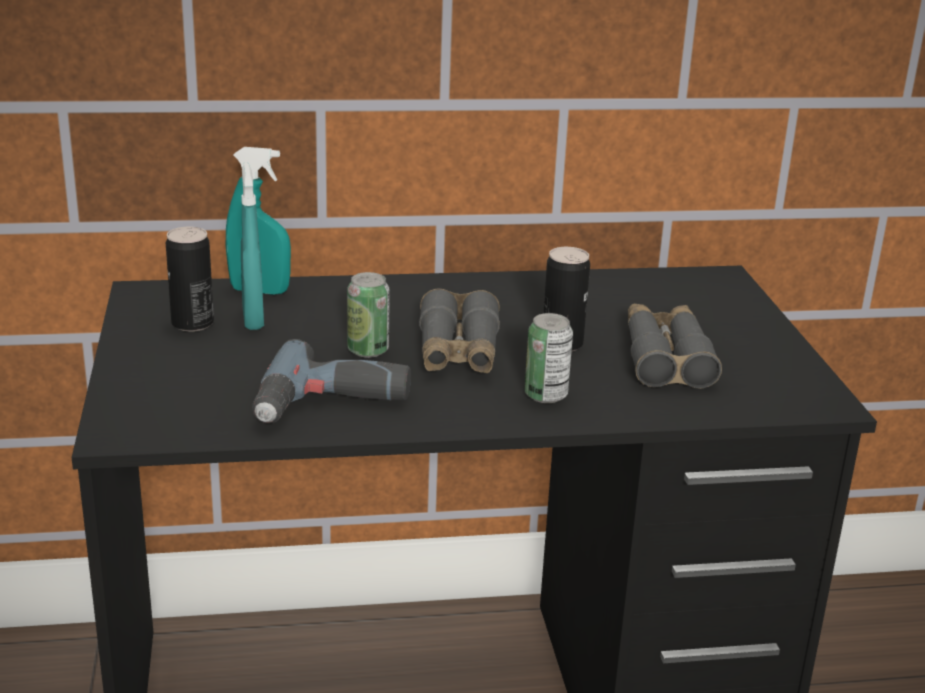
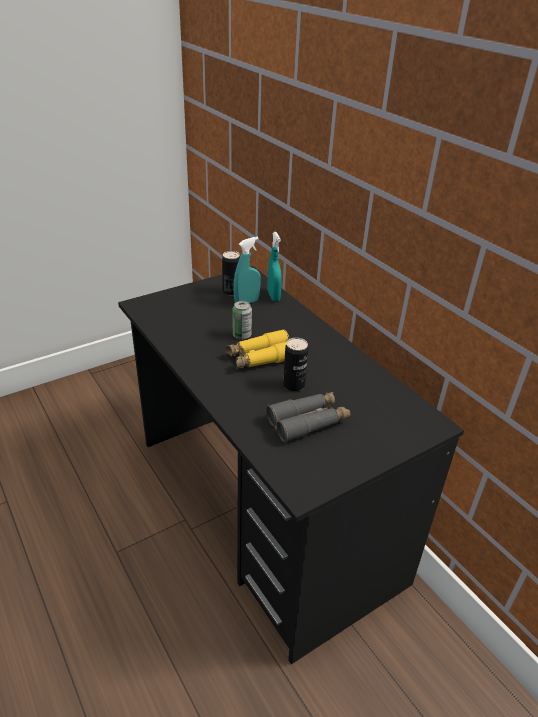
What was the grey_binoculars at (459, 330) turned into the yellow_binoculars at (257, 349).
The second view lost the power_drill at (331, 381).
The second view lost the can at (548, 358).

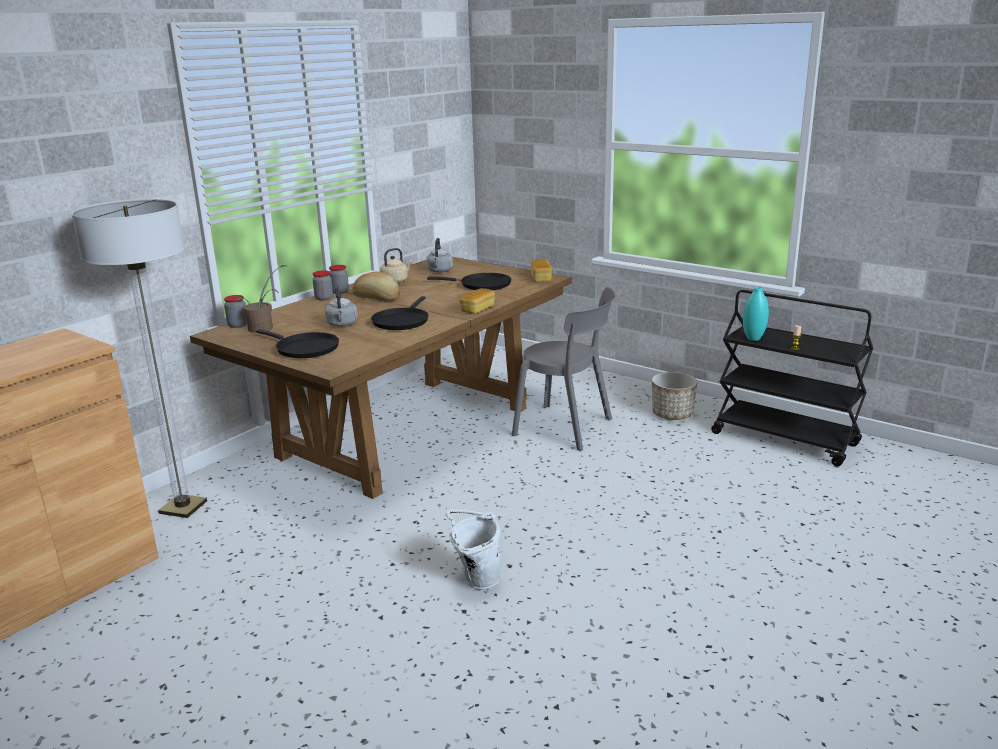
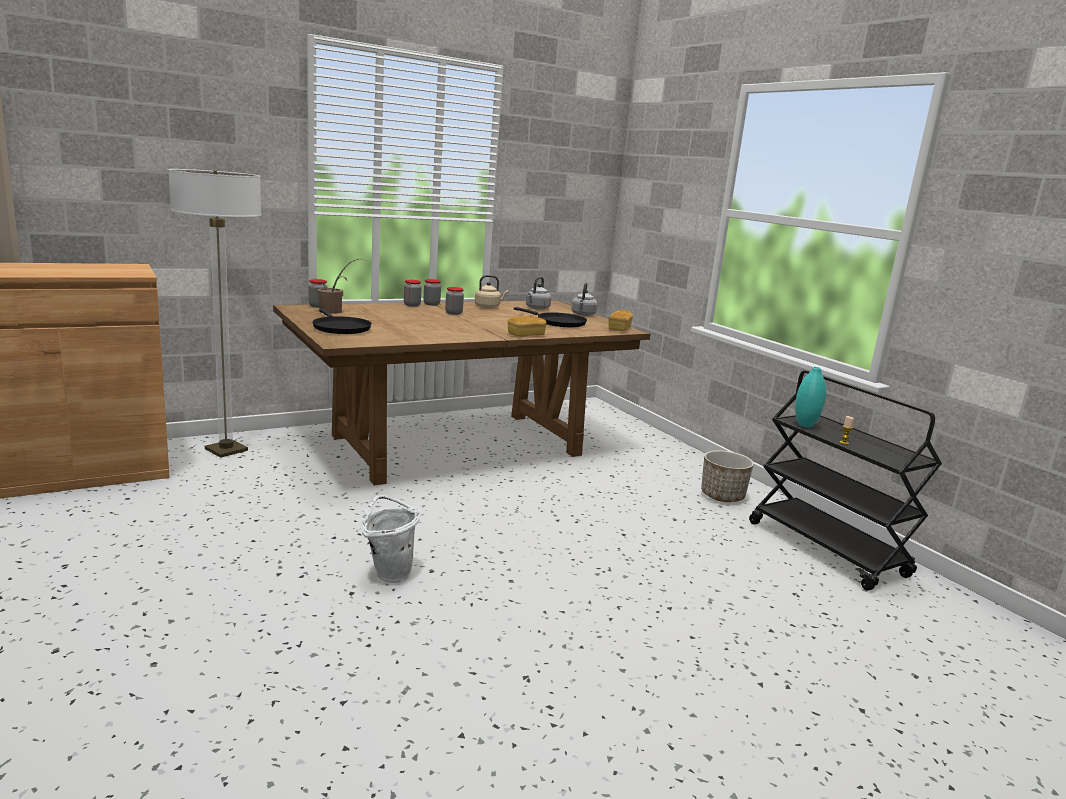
Where the bread stood at (376, 286), the jar came to stand at (454, 301).
The grey_kettle ended up elsewhere, having gone from (341, 306) to (584, 299).
The second view lost the black_frying_pan at (399, 313).
The second view lost the grey_chair at (563, 369).

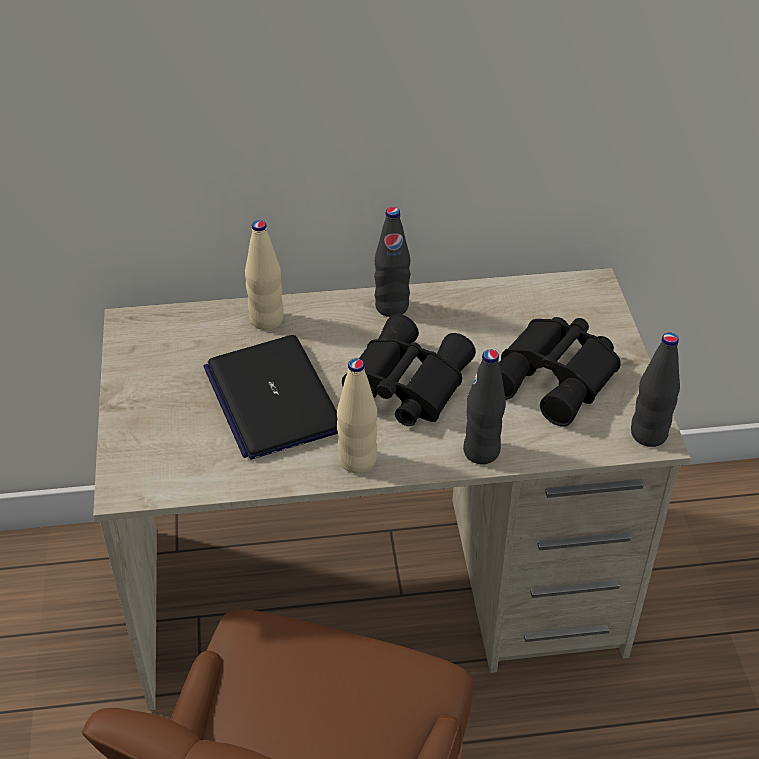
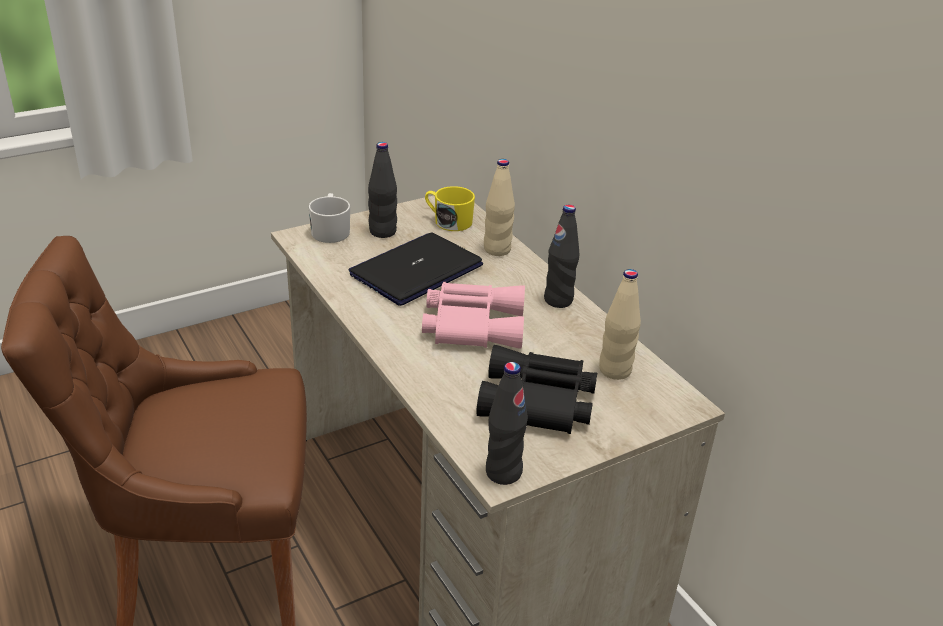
The second view gained the white_mug at (329, 218).
The black_bottle ended up elsewhere, having gone from (484, 406) to (382, 190).
What was the black_binoculars at (409, 370) turned into the pink_binoculars at (473, 315).
The second view gained the yellow_mug at (450, 208).
The beige_bottle ended up elsewhere, having gone from (357, 416) to (620, 324).

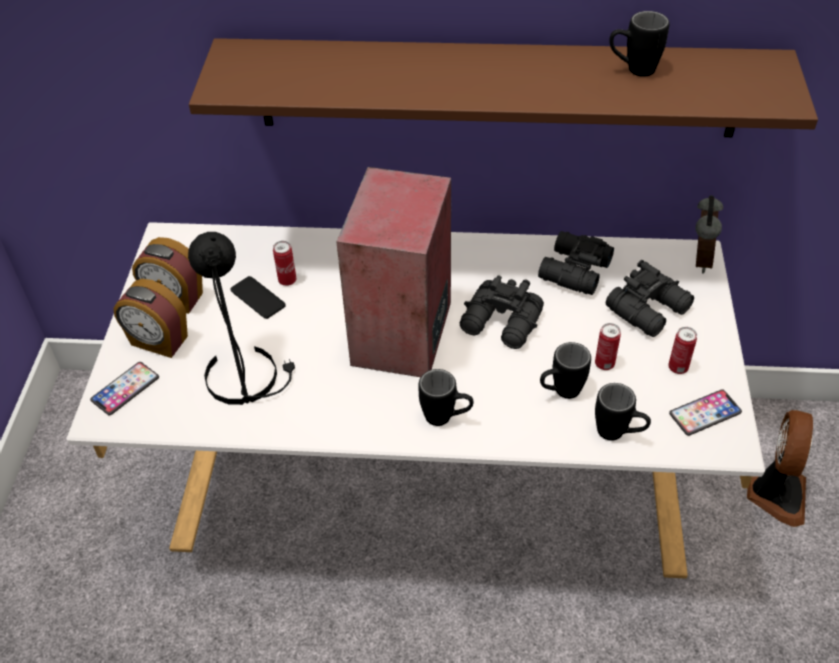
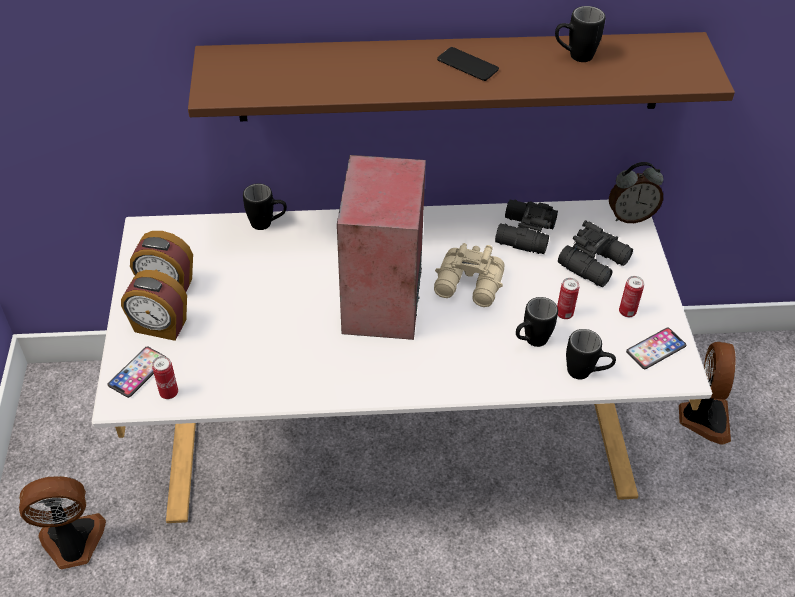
The second view gained the fan at (62, 522).
The can ended up elsewhere, having gone from (285, 263) to (165, 377).
The black_mug ended up elsewhere, having gone from (446, 397) to (265, 207).
What was the black_binoculars at (502, 312) turned into the beige_binoculars at (469, 275).
The phone ended up elsewhere, having gone from (258, 297) to (468, 64).
The alarm_clock at (709, 234) ended up facing another way, 75 degrees clockwise from before.
The second view lost the black_table_lamp at (241, 318).

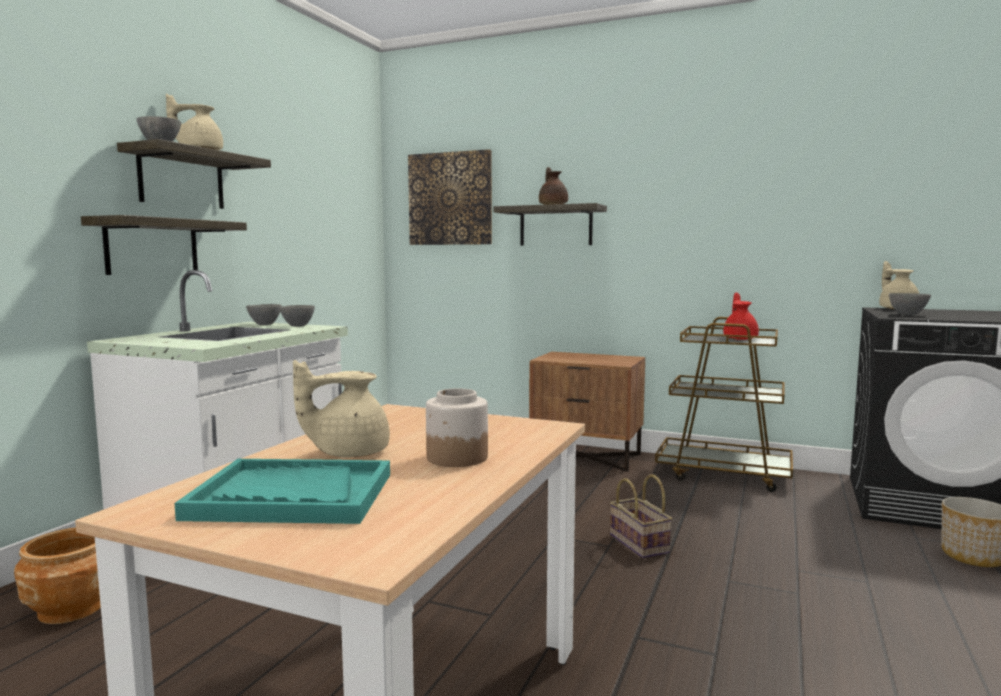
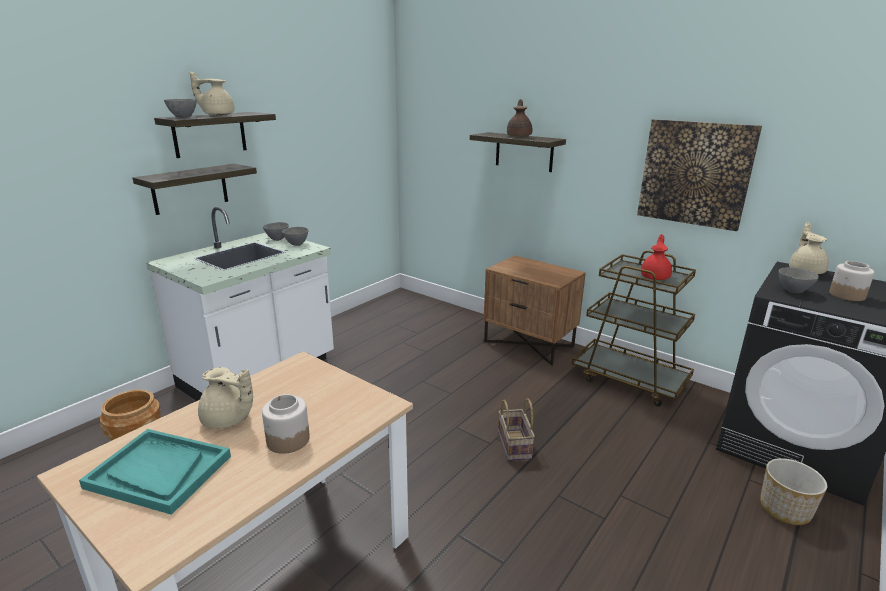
The beige_teapot at (341, 408) ended up facing another way, 150 degrees counterclockwise from before.
The picture ended up elsewhere, having gone from (450, 197) to (699, 175).
The second view gained the jar at (852, 281).

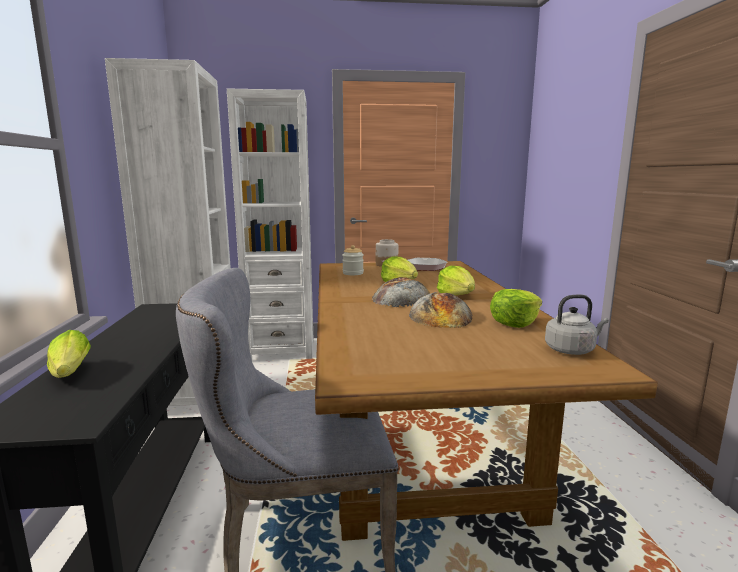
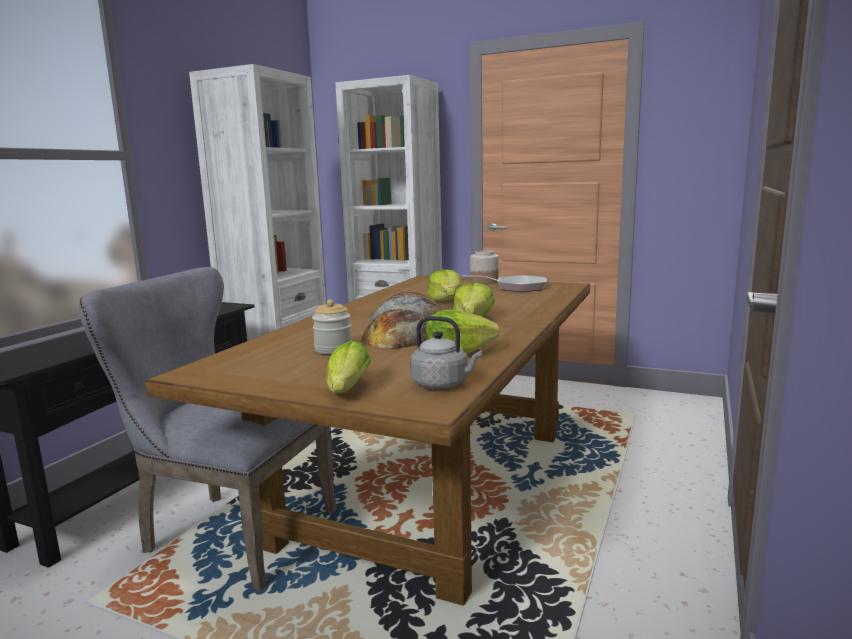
The jar ended up elsewhere, having gone from (353, 260) to (331, 326).
The lettuce ended up elsewhere, having gone from (69, 354) to (348, 366).

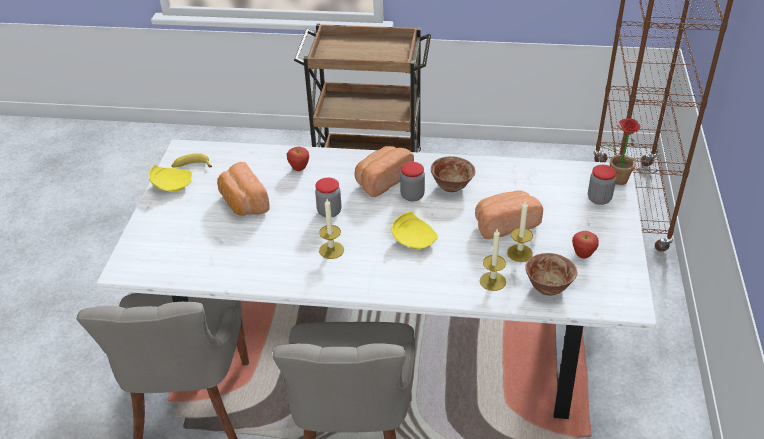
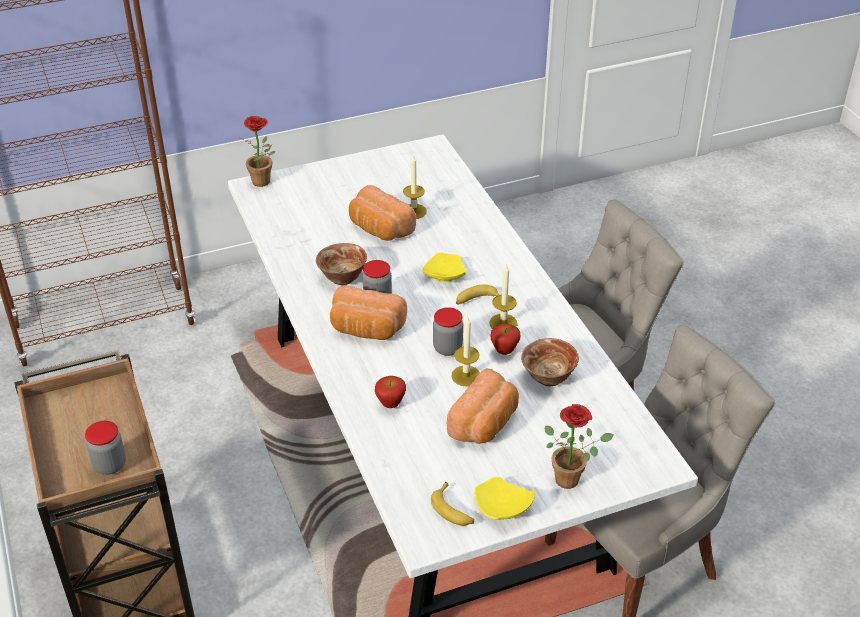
The jar ended up elsewhere, having gone from (602, 185) to (105, 448).
The candle ended up elsewhere, having gone from (493, 260) to (465, 351).
The second view gained the banana at (477, 295).
The apple ended up elsewhere, having gone from (585, 245) to (505, 339).
The bowl ended up elsewhere, having gone from (551, 274) to (550, 362).
The second view gained the potted_plant at (579, 446).

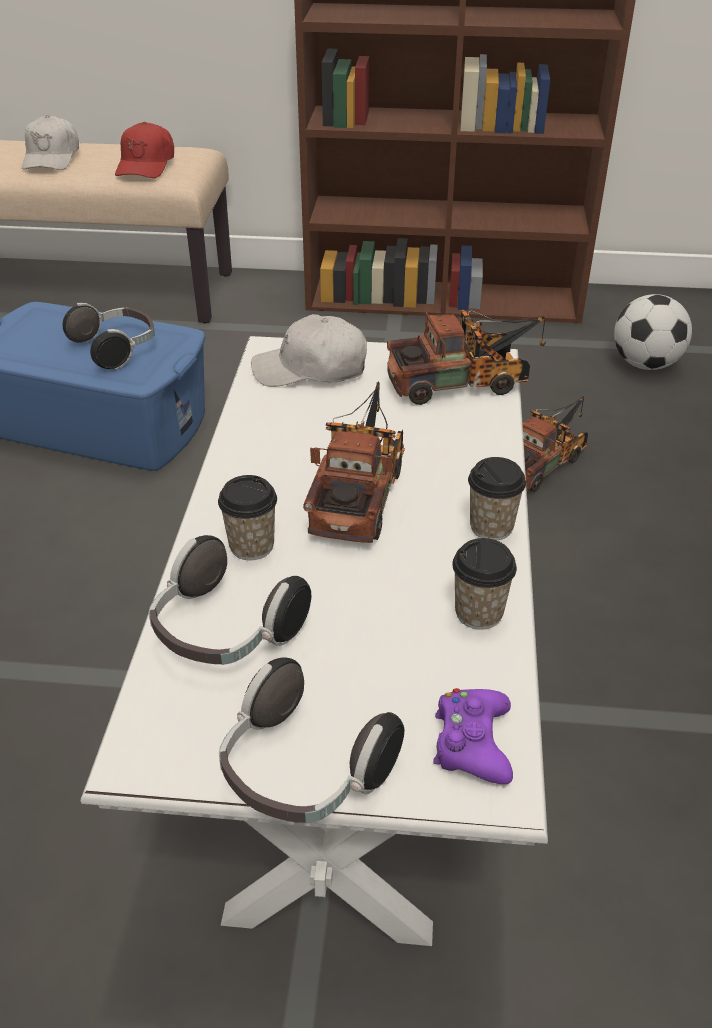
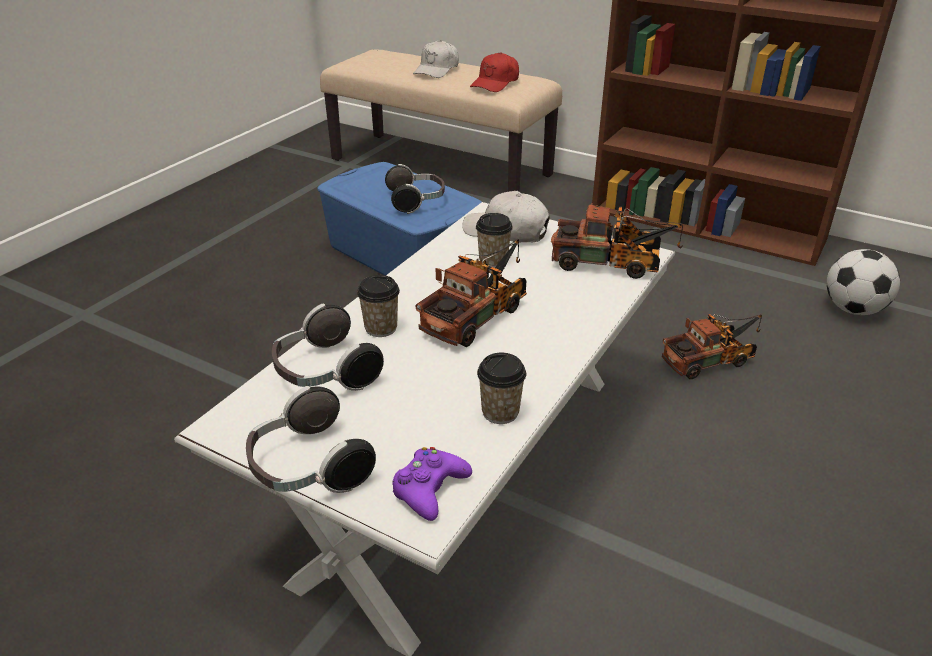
The cup ended up elsewhere, having gone from (497, 498) to (494, 240).

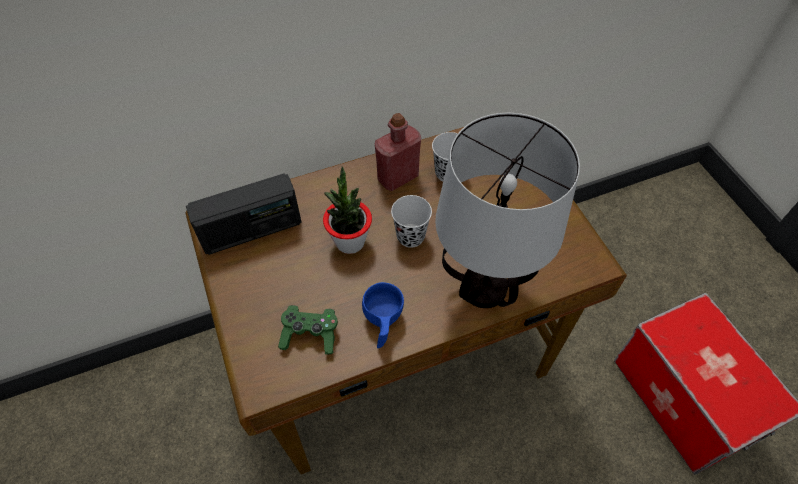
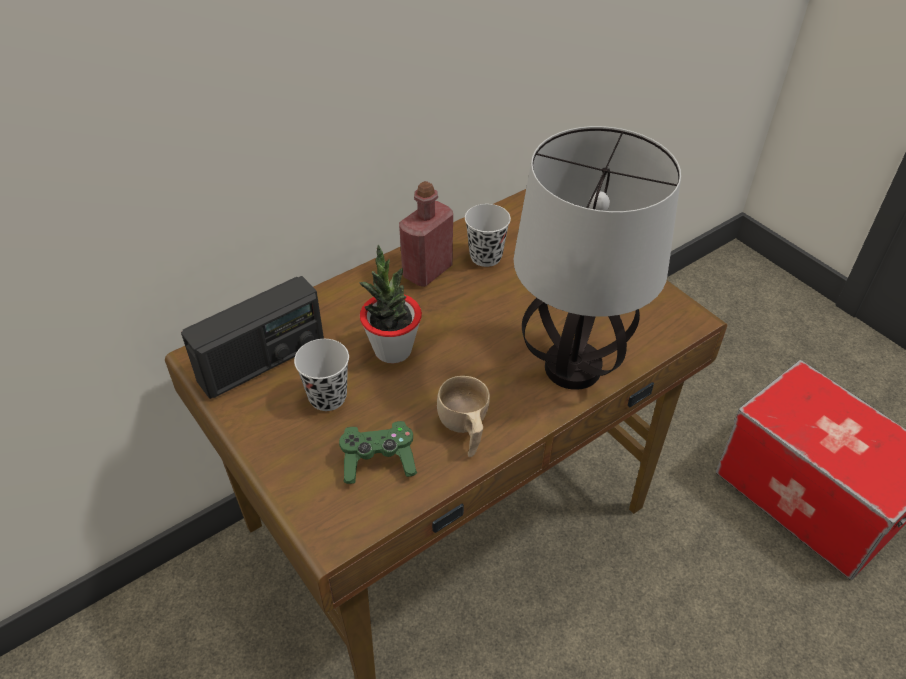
The black_cup ended up elsewhere, having gone from (411, 221) to (321, 375).
What was the blue_cup at (383, 315) turned into the beige_cup at (463, 416).

